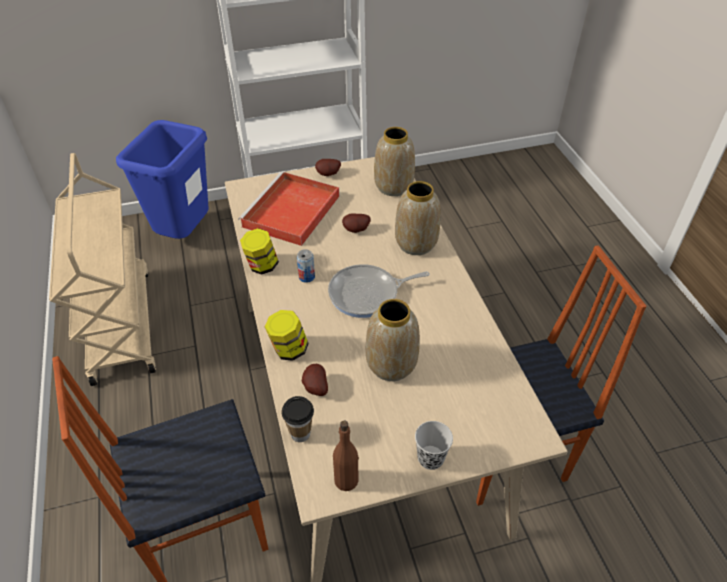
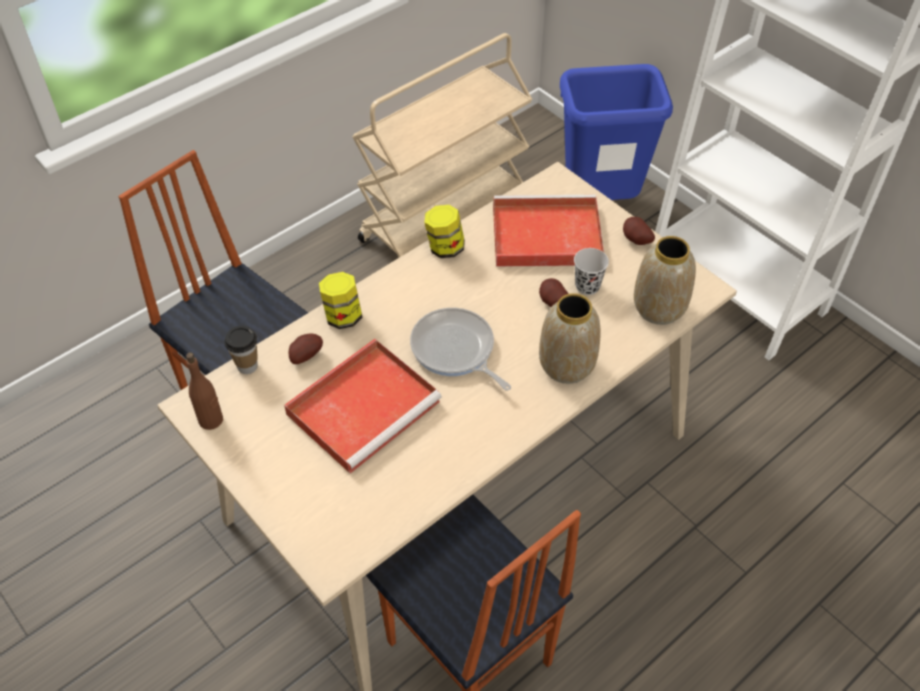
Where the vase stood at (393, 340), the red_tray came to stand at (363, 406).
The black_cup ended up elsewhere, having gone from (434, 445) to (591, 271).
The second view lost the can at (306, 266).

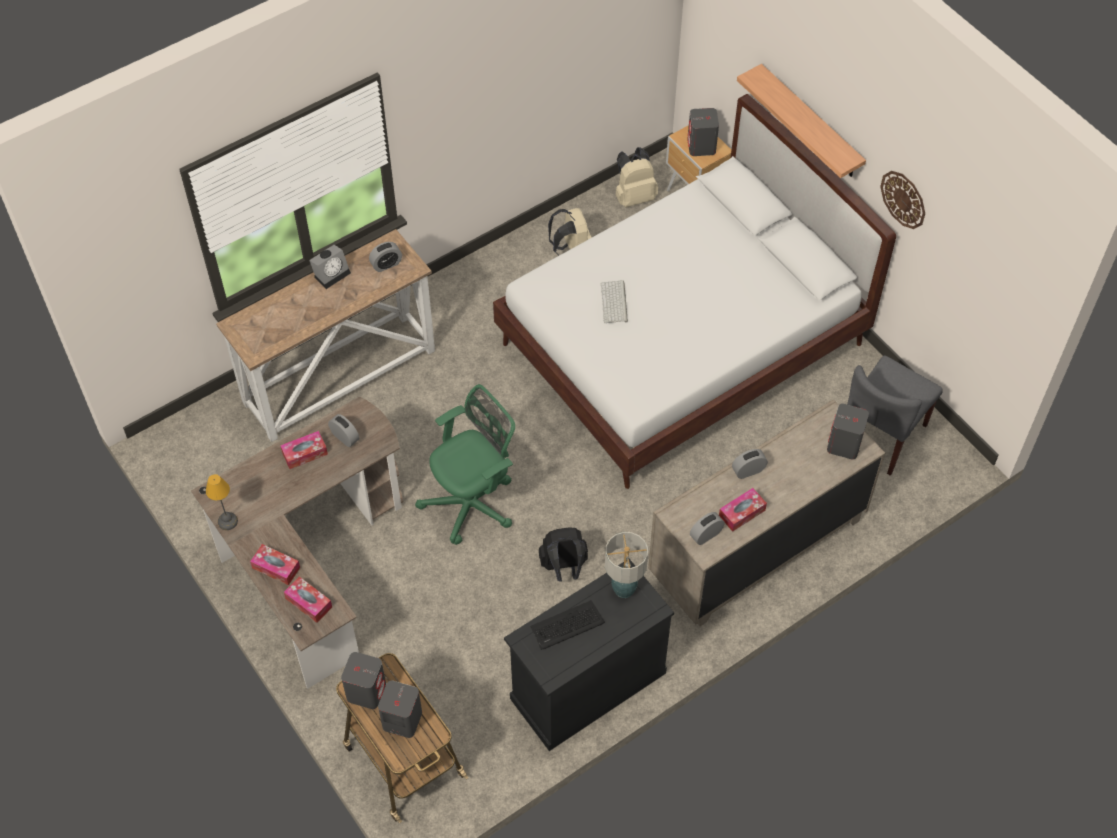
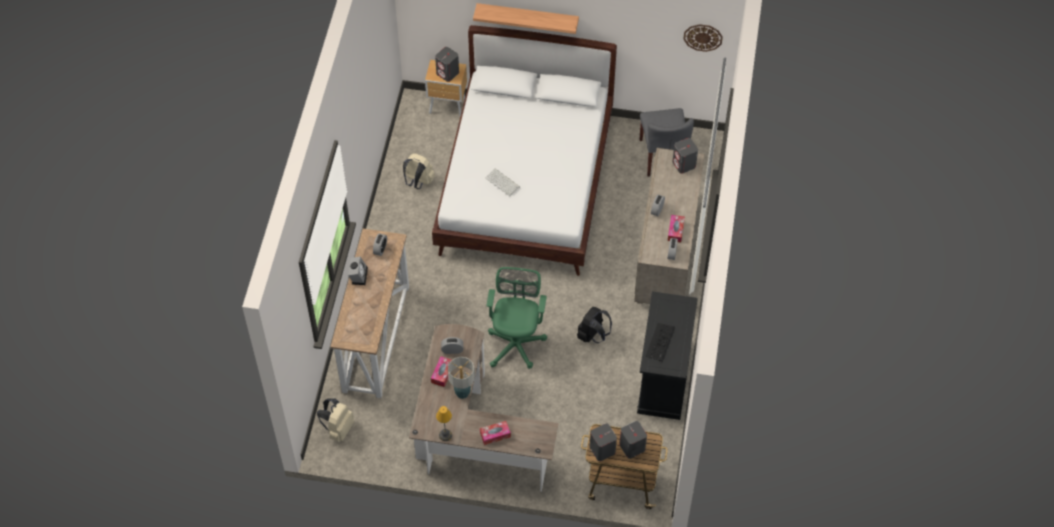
The beige_backpack ended up elsewhere, having gone from (637, 177) to (335, 420).
The table_lamp ended up elsewhere, having gone from (626, 565) to (461, 378).
The wall_clock ended up elsewhere, having gone from (902, 200) to (703, 38).
The second view lost the tissue_box at (308, 600).

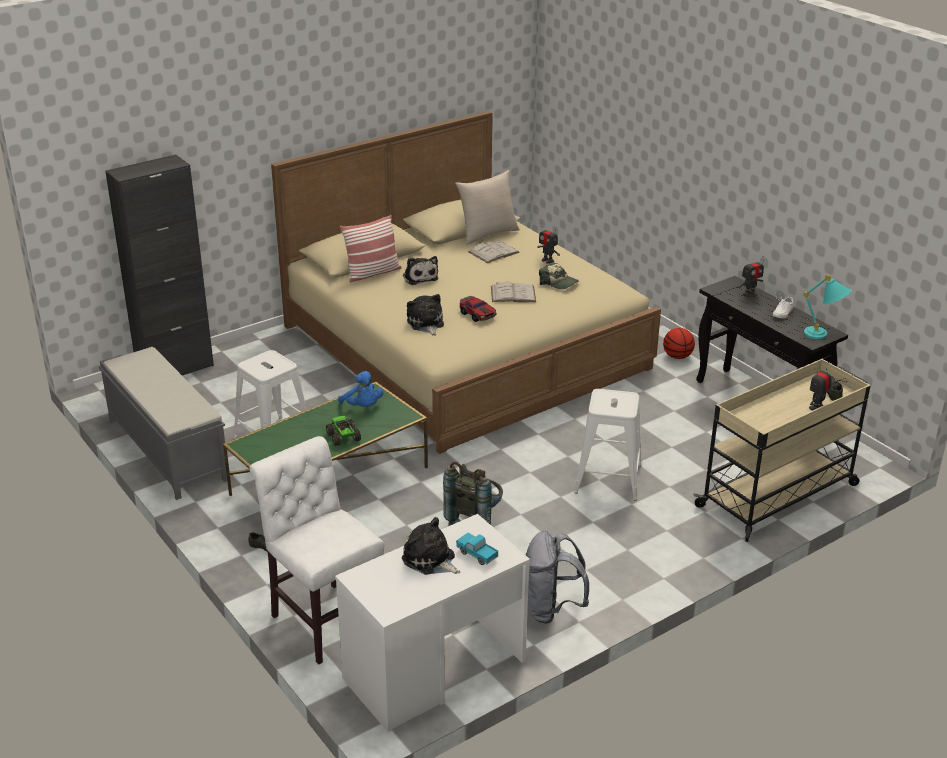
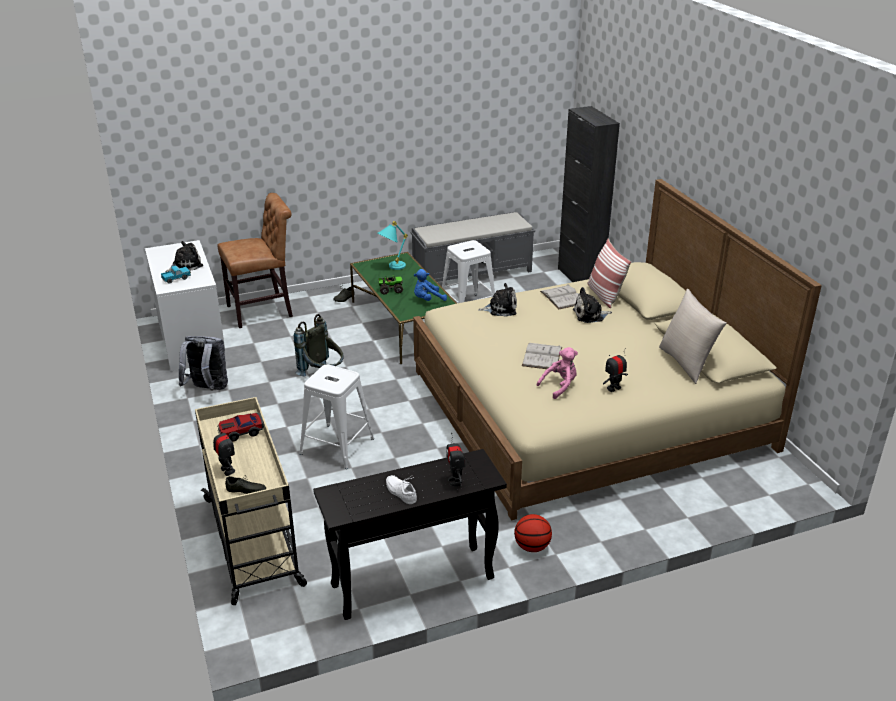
What was the white_chair at (316, 550) turned into the brown_chair at (255, 260).
The toy_car ended up elsewhere, having gone from (478, 309) to (241, 427).
The turquoise_table_lamp ended up elsewhere, having gone from (827, 307) to (393, 245).
Where the cap stood at (559, 275), the pink_plush_toy came to stand at (557, 373).
The white_book ended up elsewhere, having gone from (494, 251) to (559, 297).

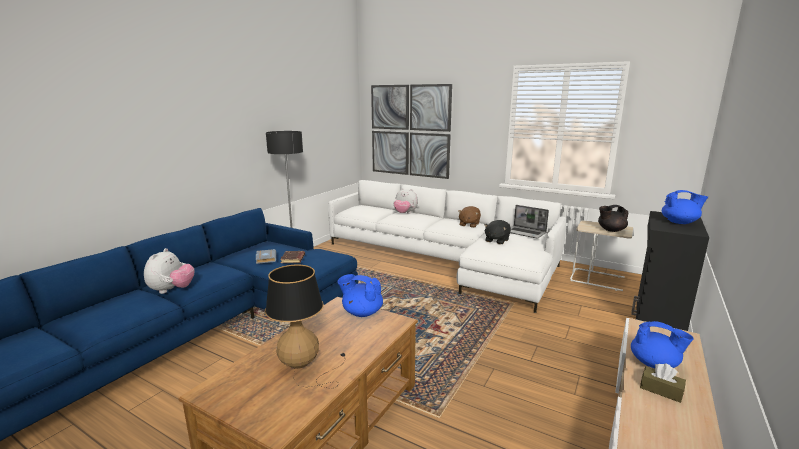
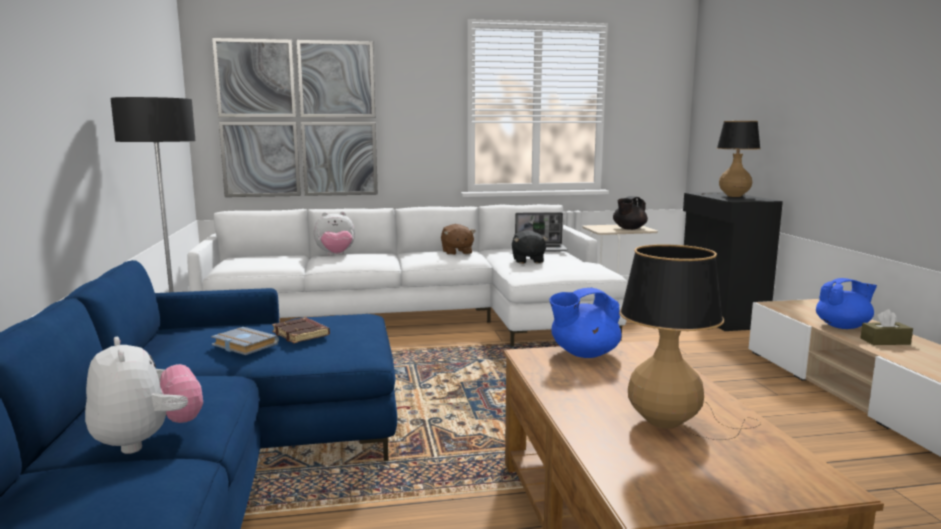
Where the blue_teapot stood at (685, 207), the table_lamp came to stand at (731, 159).

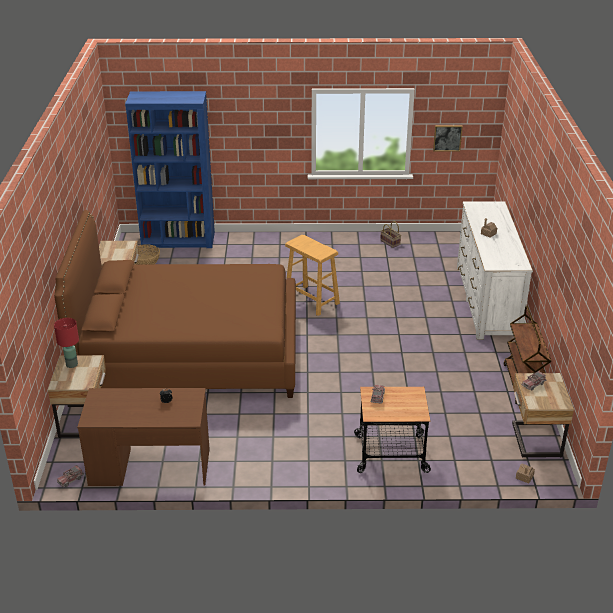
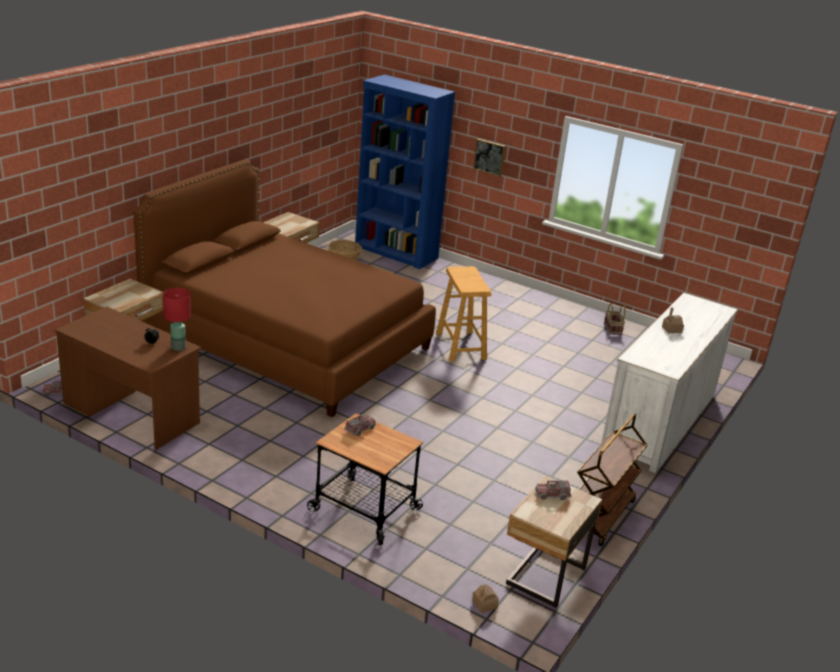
The red_table_lamp ended up elsewhere, having gone from (66, 343) to (177, 319).
The picture ended up elsewhere, having gone from (448, 138) to (489, 158).

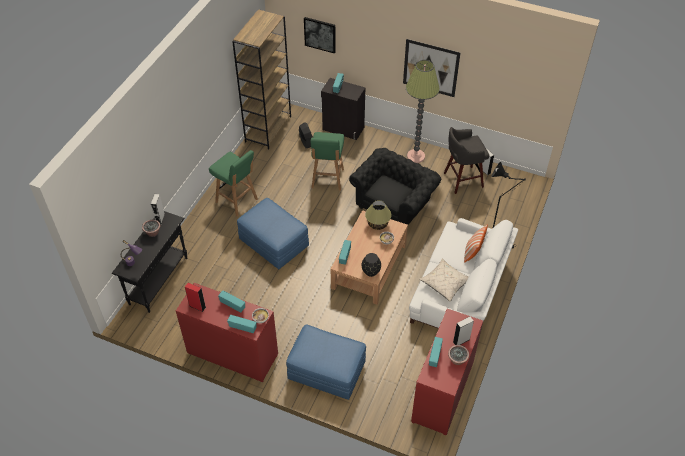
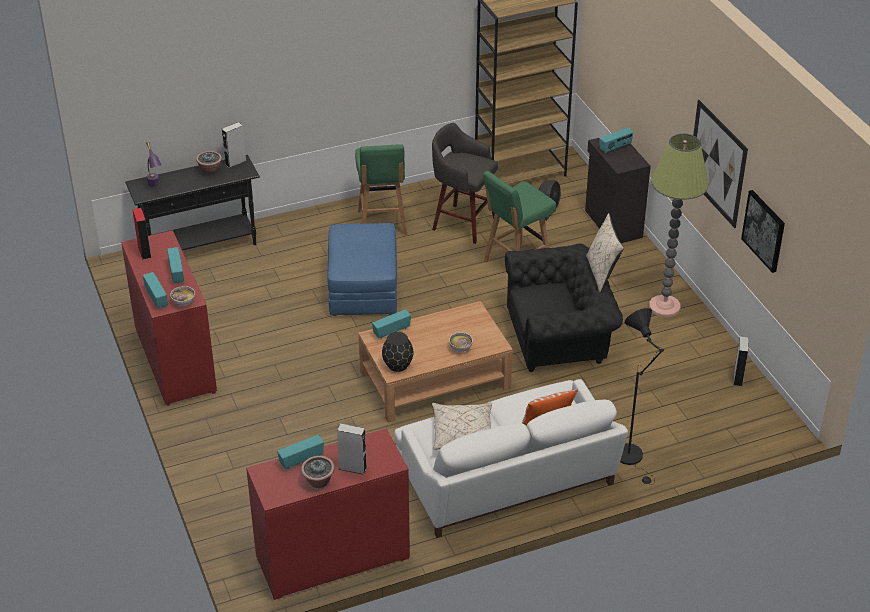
The grey_stool ended up elsewhere, having gone from (466, 160) to (465, 183).
The second view gained the beige_pillow at (605, 252).
The picture ended up elsewhere, having gone from (320, 35) to (763, 231).
The second view lost the blue_ottoman at (326, 362).
The second view lost the table_lamp at (378, 215).

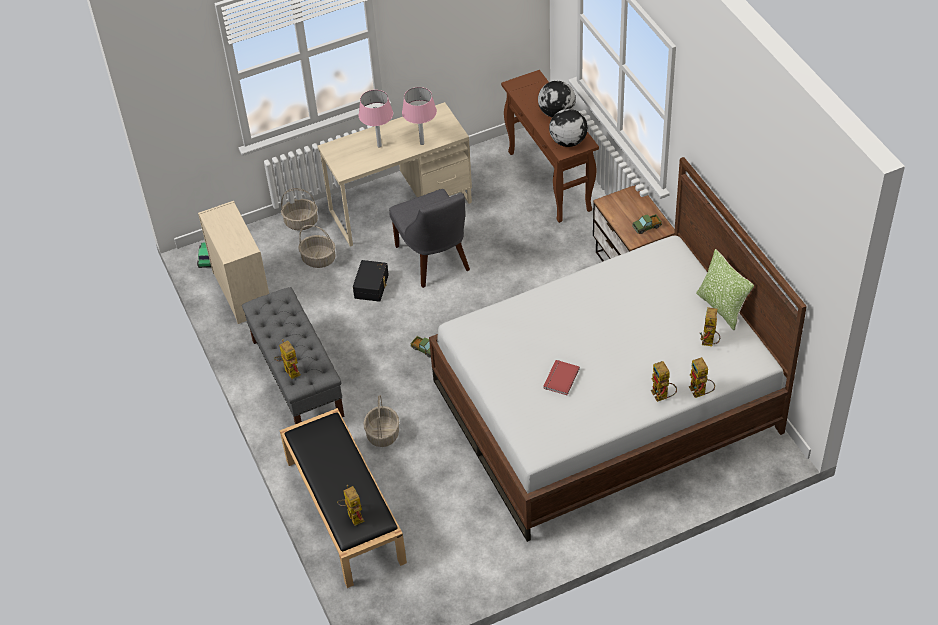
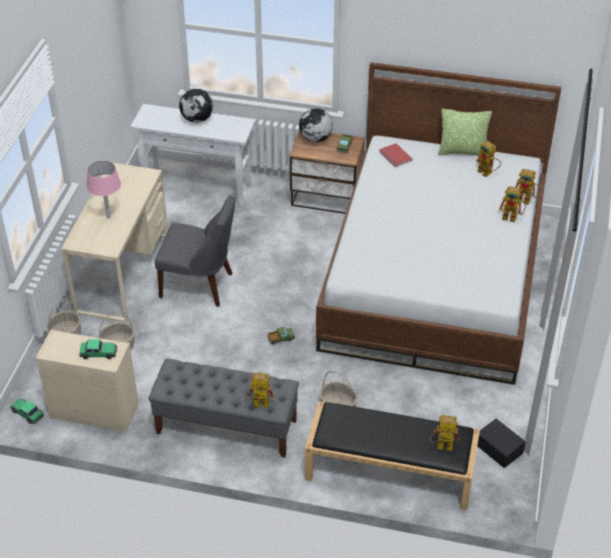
The second view gained the toy_car at (98, 349).
What was the brown_console_table at (550, 146) turned into the white_console_table at (192, 155).
The globe ended up elsewhere, having gone from (568, 128) to (316, 125).
The red_book ended up elsewhere, having gone from (561, 377) to (396, 155).
The black_storage_box ended up elsewhere, having gone from (371, 281) to (501, 443).
The second view lost the pink_table_lamp at (419, 116).

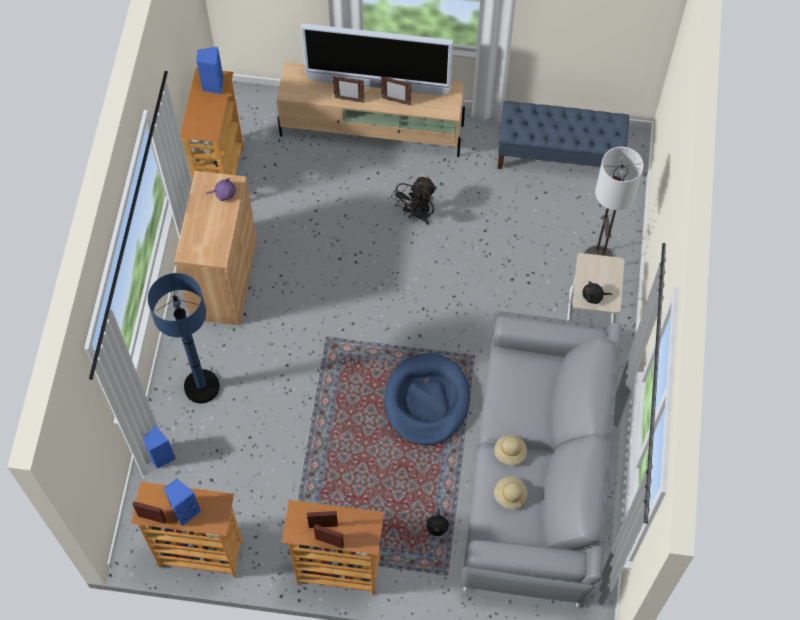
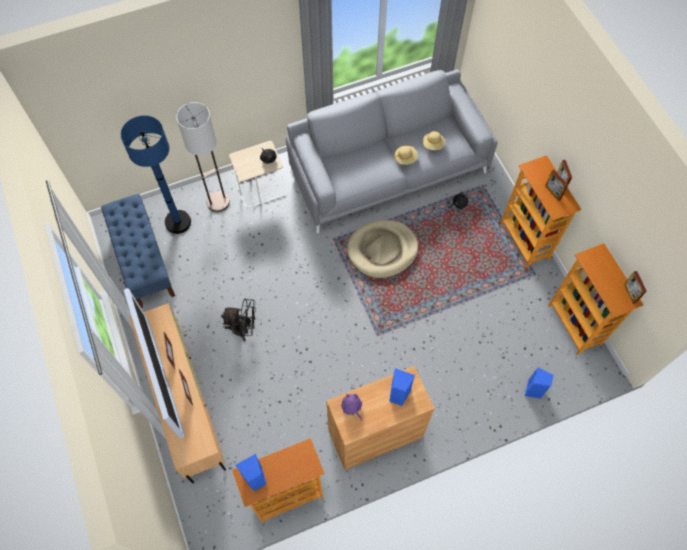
The blue_floor_lamp ended up elsewhere, having gone from (184, 338) to (156, 174).
What was the blue_dog_bed at (427, 399) turned into the beige_dog_bed at (382, 249).
The blue_speaker ended up elsewhere, having gone from (182, 503) to (402, 387).

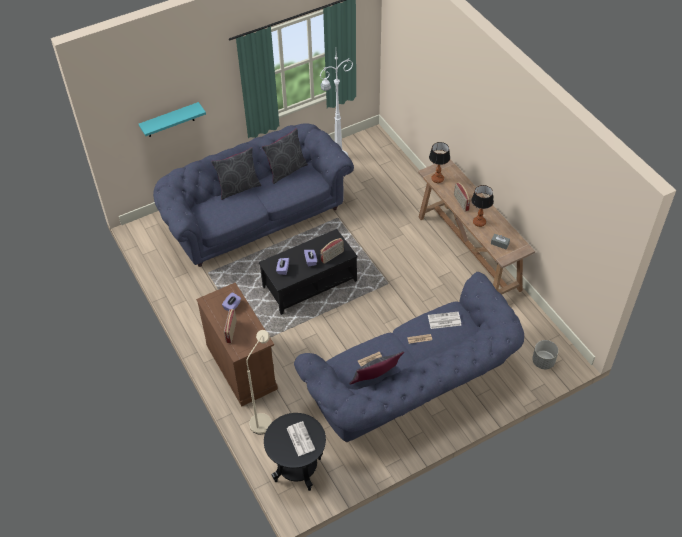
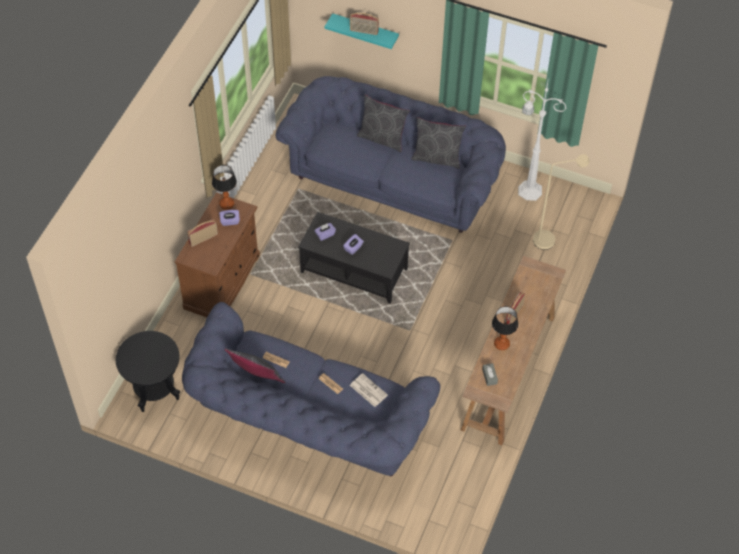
The table_lamp ended up elsewhere, having gone from (439, 162) to (224, 187).
The radio ended up elsewhere, having gone from (332, 251) to (364, 24).
The beige_floor_lamp ended up elsewhere, having gone from (259, 382) to (561, 202).
The second view lost the newspaper at (301, 438).
The second view lost the grey_planter at (545, 354).

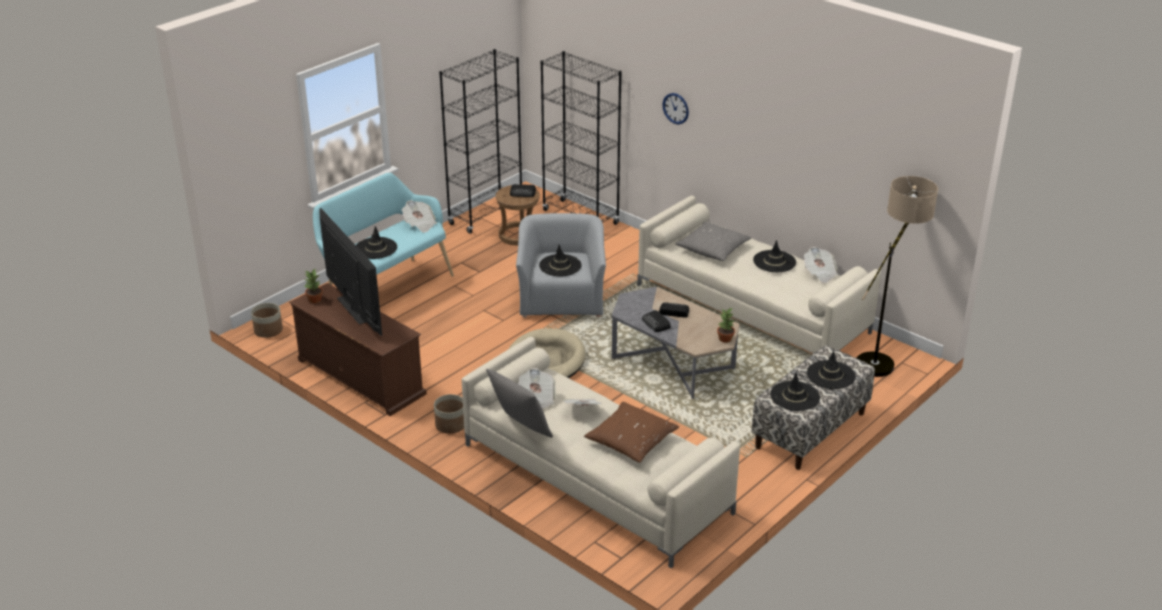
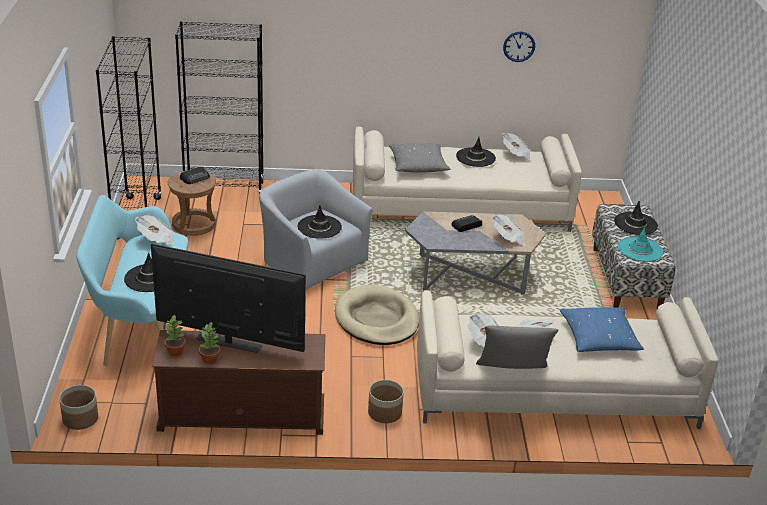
The potted_plant ended up elsewhere, having gone from (726, 325) to (209, 343).
The second view gained the newspaper at (508, 230).
The wall_clock ended up elsewhere, having gone from (675, 109) to (519, 46).
What was the brown_pillow at (631, 432) turned into the blue_pillow at (602, 329).
What was the black_hat at (795, 392) turned into the turquoise_hat at (640, 244).
The second view lost the radio at (656, 321).
The second view lost the floor_lamp at (897, 276).

